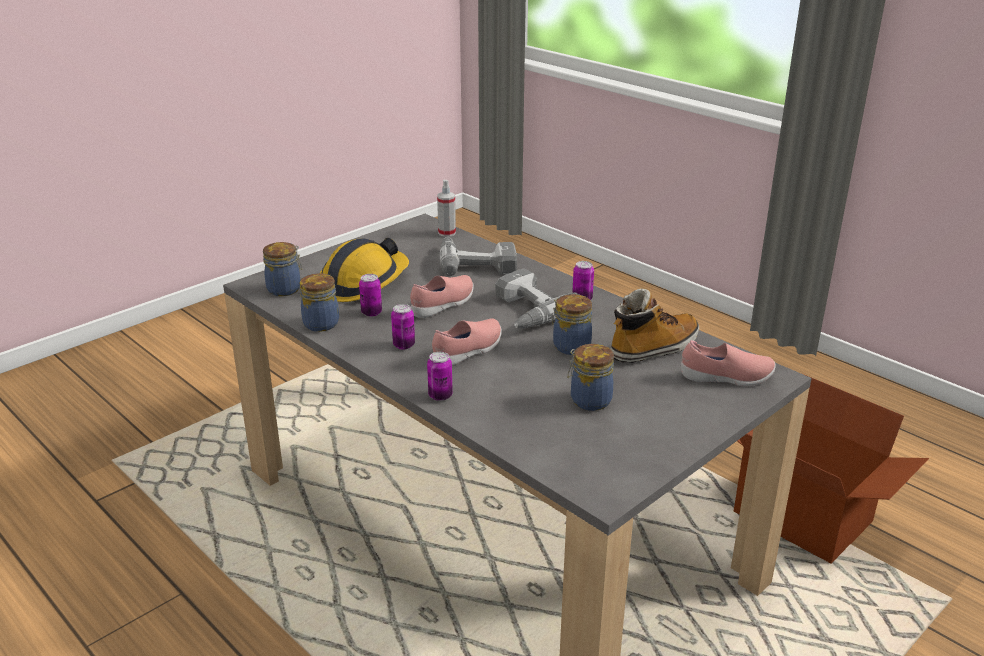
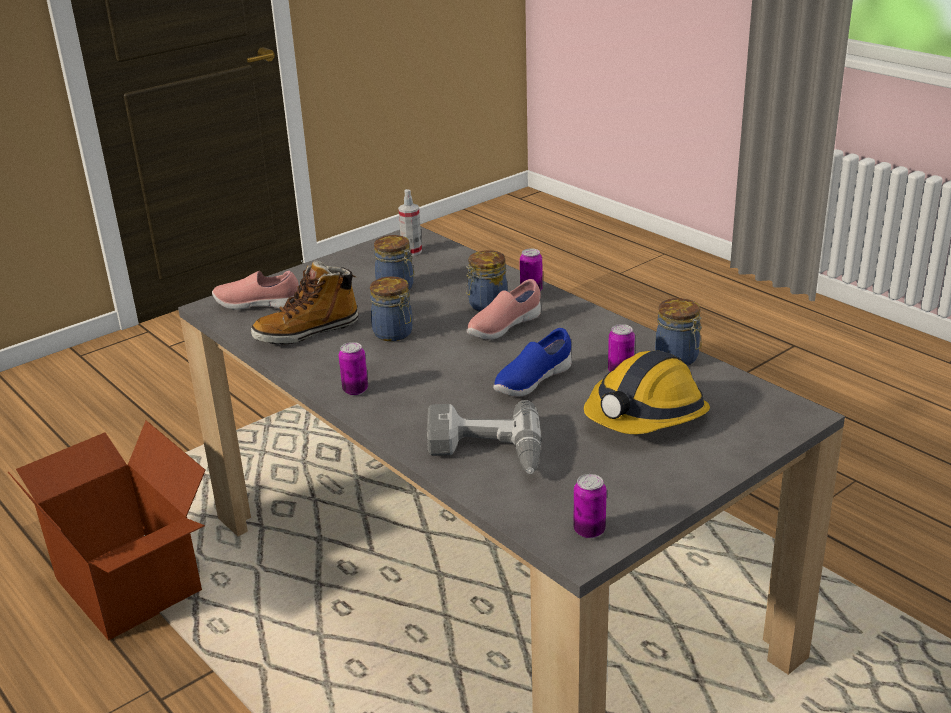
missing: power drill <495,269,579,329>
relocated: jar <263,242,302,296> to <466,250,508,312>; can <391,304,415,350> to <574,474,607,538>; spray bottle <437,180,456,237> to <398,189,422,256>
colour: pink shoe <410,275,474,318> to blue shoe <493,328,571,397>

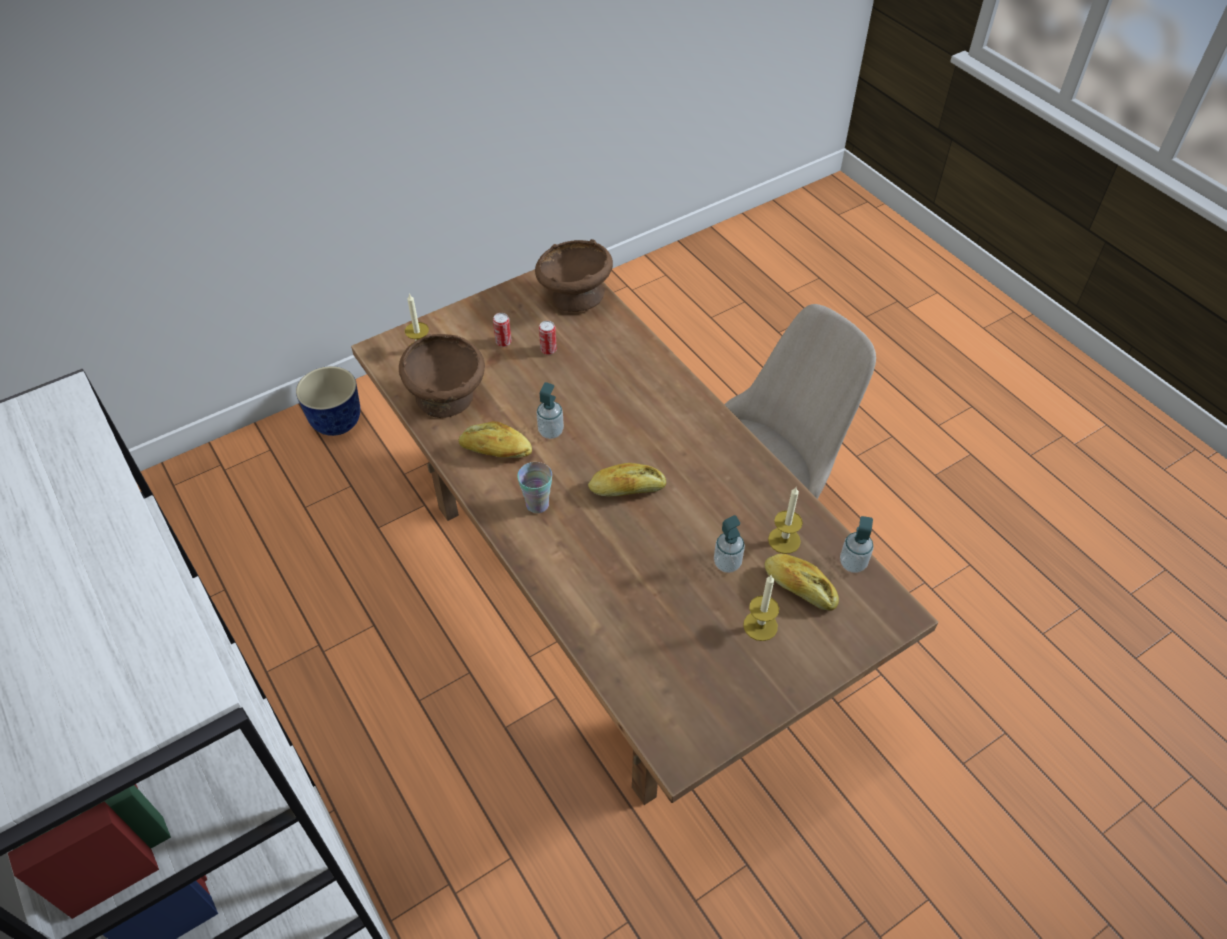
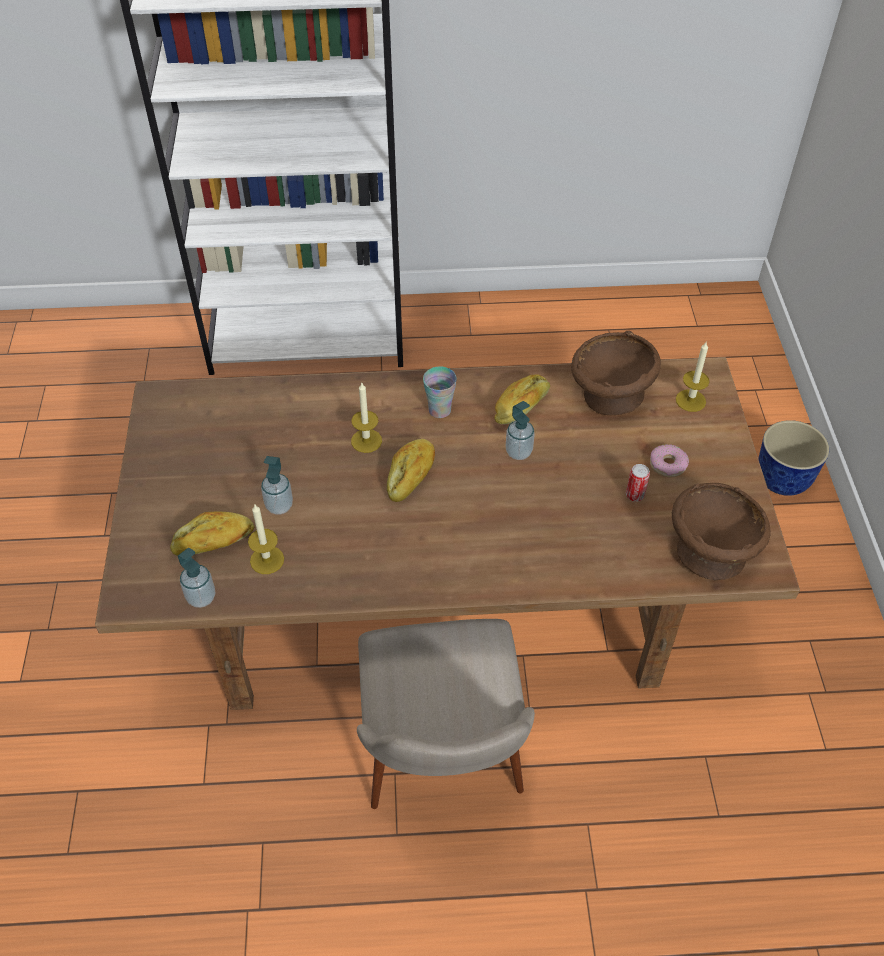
relocated: candle <743,575,779,641> to <351,383,382,453>
exchanged: can <493,313,512,347> to donut <650,444,689,477>

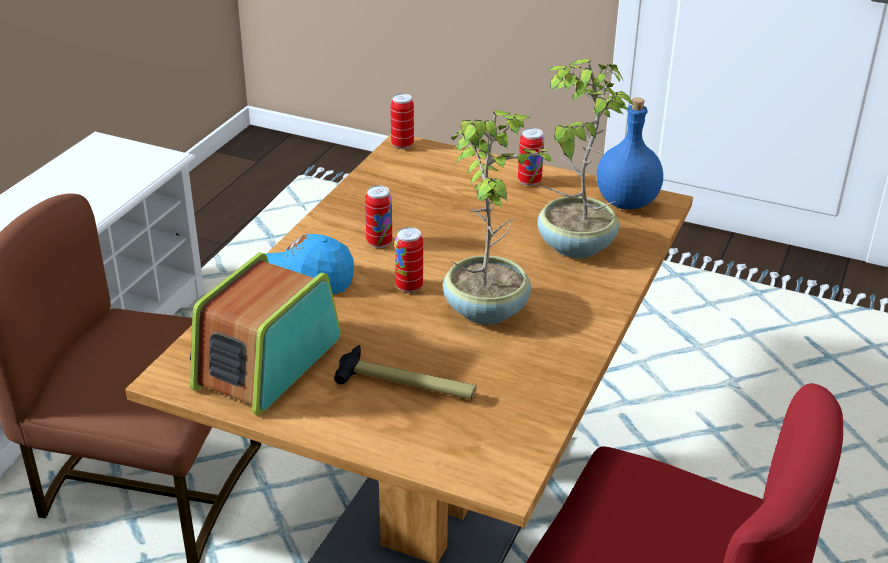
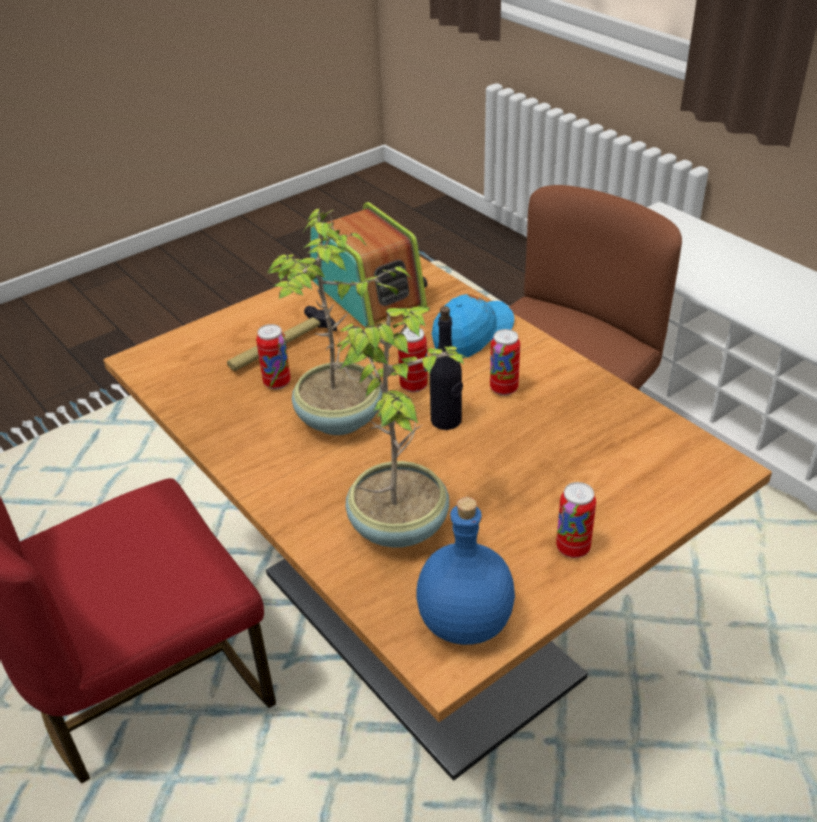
appeared: black bottle <430,306,463,430>
relocated: can <391,93,414,149> to <256,324,291,389>

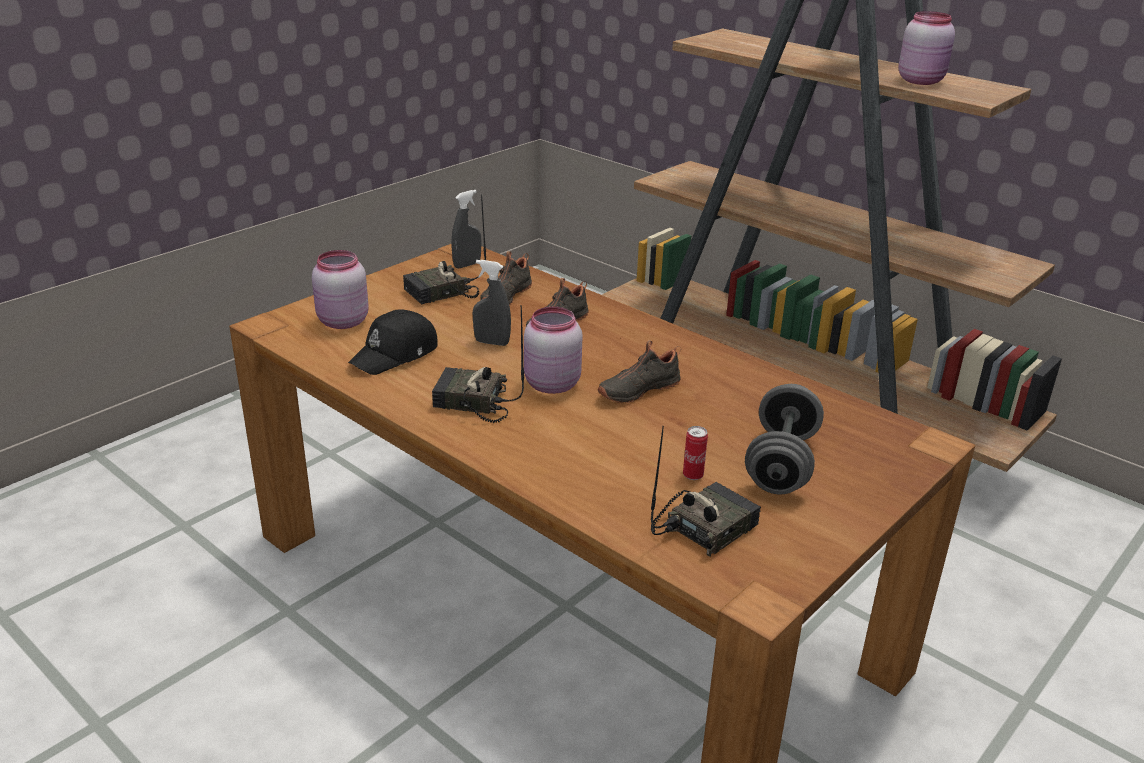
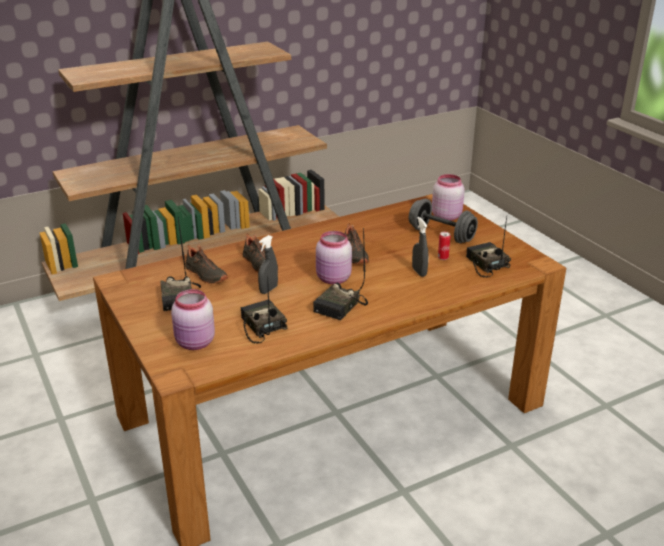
relocated: grey spray bottle <451,190,482,268> to <412,217,428,277>; pink jar <899,11,955,85> to <432,174,465,221>
exchanged: black cap <348,309,438,375> to radio <241,276,287,343>

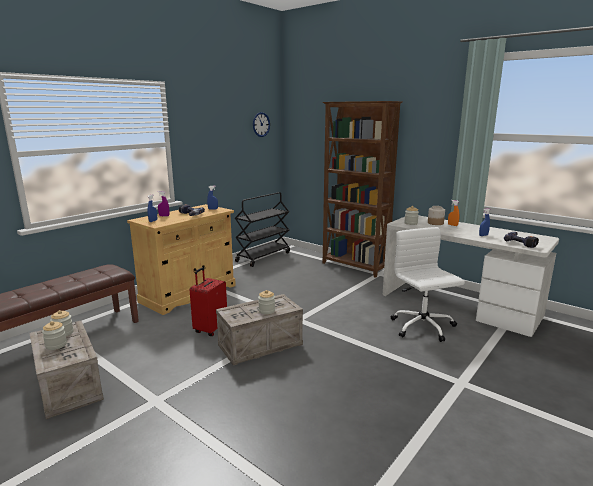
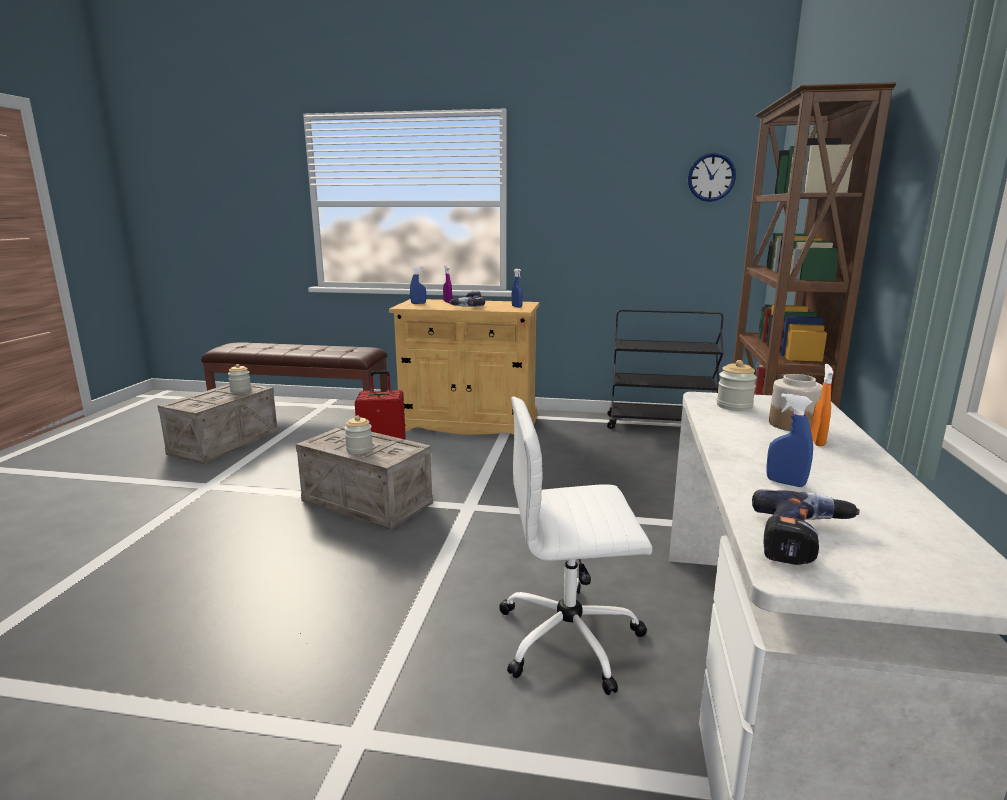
missing: jar <42,321,67,350>
spun: white office chair <391,227,465,342> = <499,396,652,695> 135 degrees counterclockwise

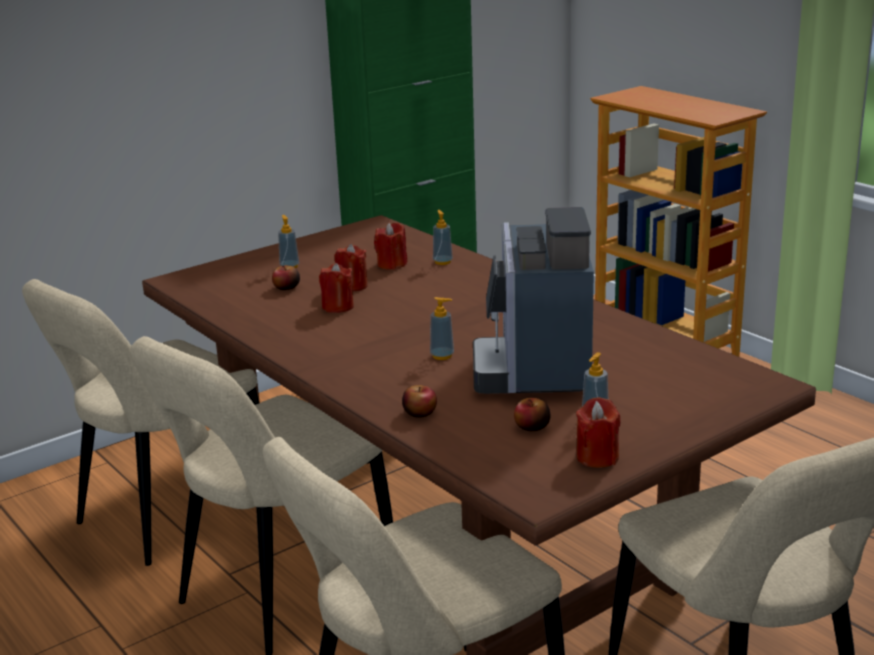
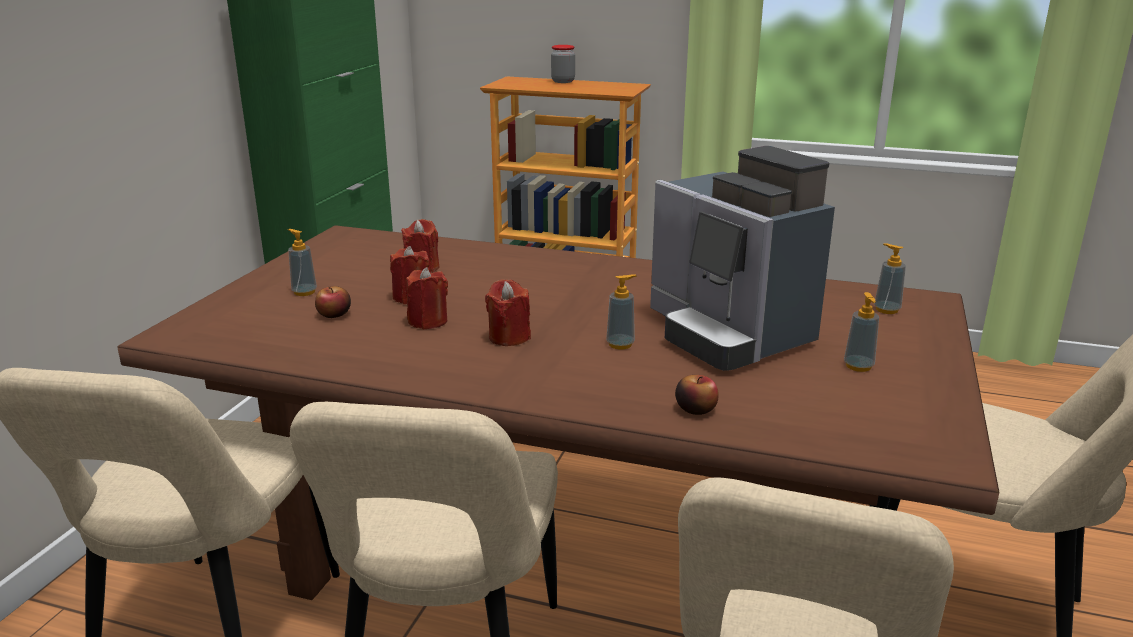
missing: apple <514,398,550,431>
appeared: jar <551,45,575,83>
relocated: soap dispenser <433,210,453,265> to <874,243,906,314>; red candle <576,397,620,468> to <485,279,531,346>

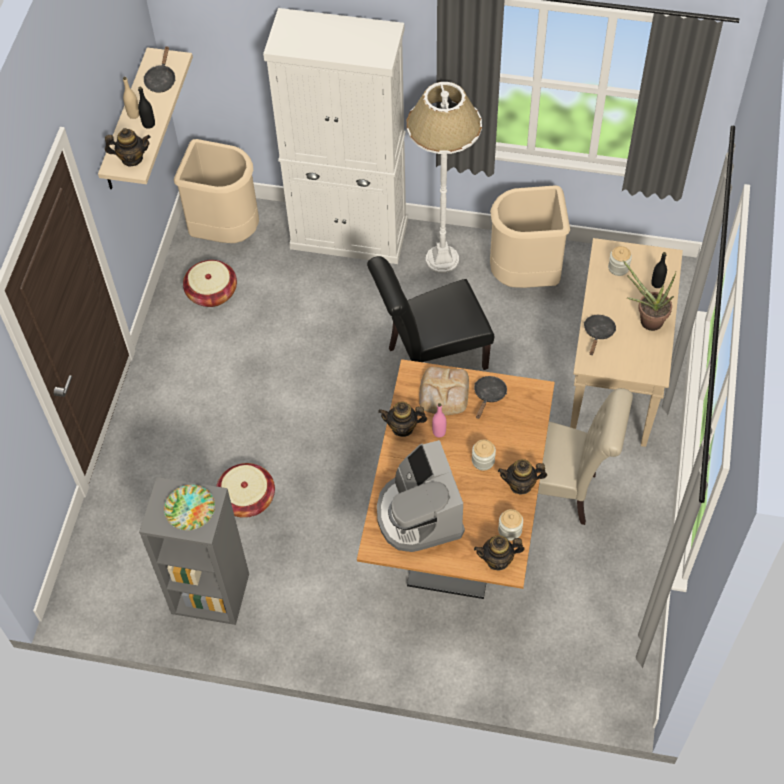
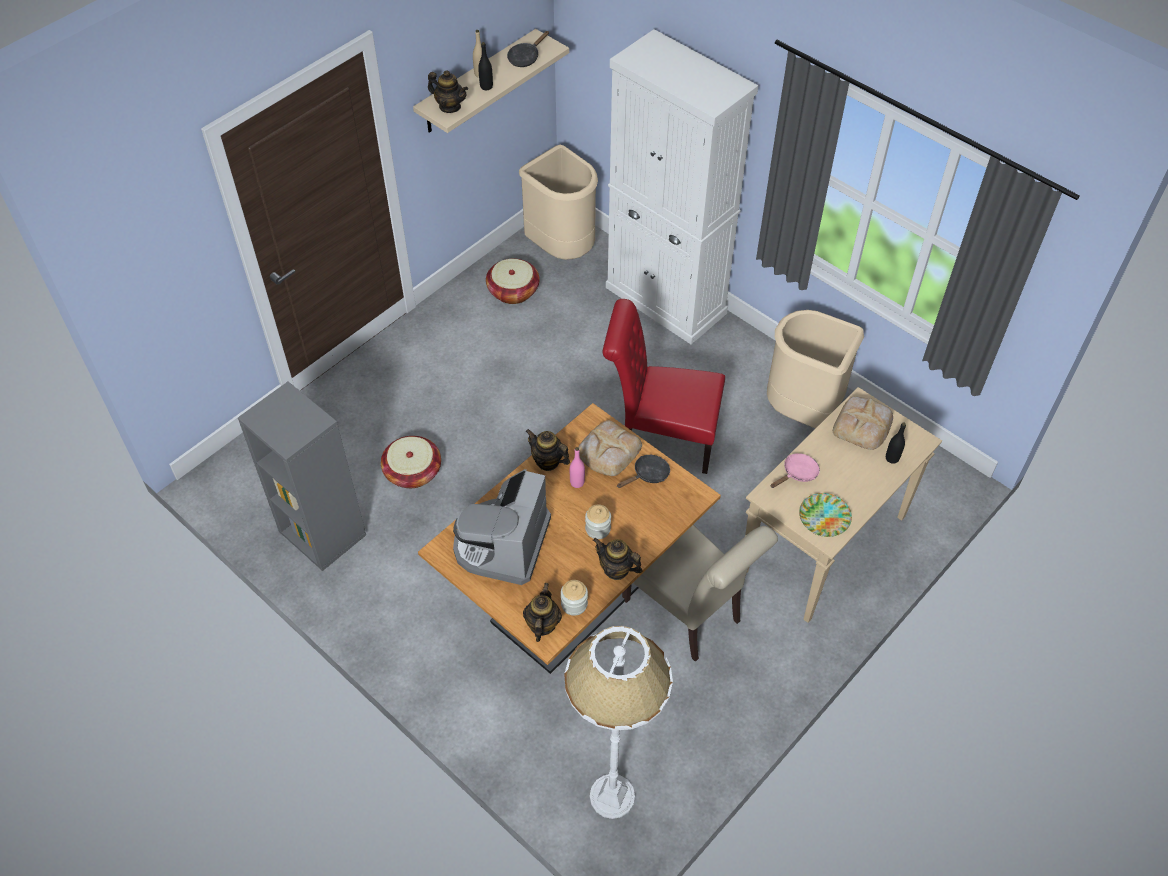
missing: potted plant <623,260,676,331>
relocated: plate <164,485,215,530> to <799,493,852,537>; white floor lamp <407,82,482,273> to <564,626,673,819>
exchanged: jar <608,246,632,276> to bread <833,396,893,450>
colour: black chair <367,256,494,370> to red chair <603,299,725,474>; black frying pan <584,315,616,355> to pink frying pan <771,453,820,488>
spun: teapot <474,535,525,571> = <523,583,562,642> 75 degrees clockwise

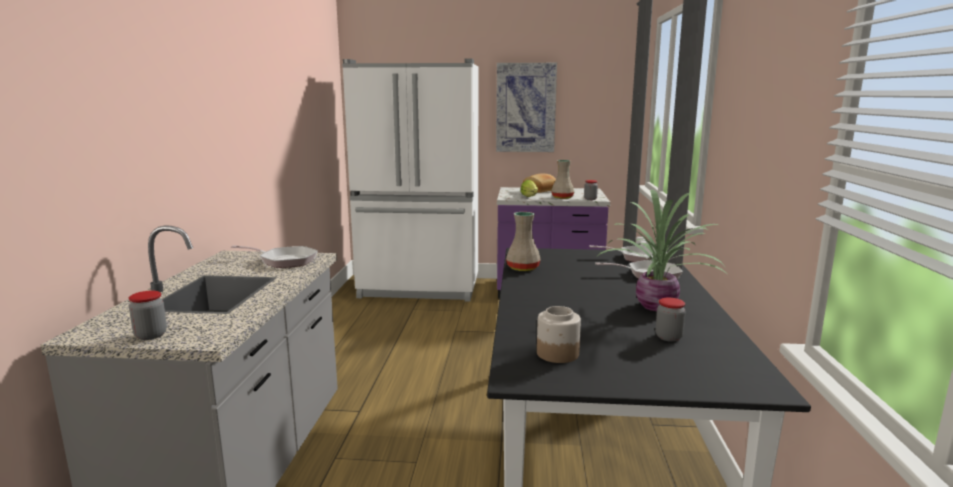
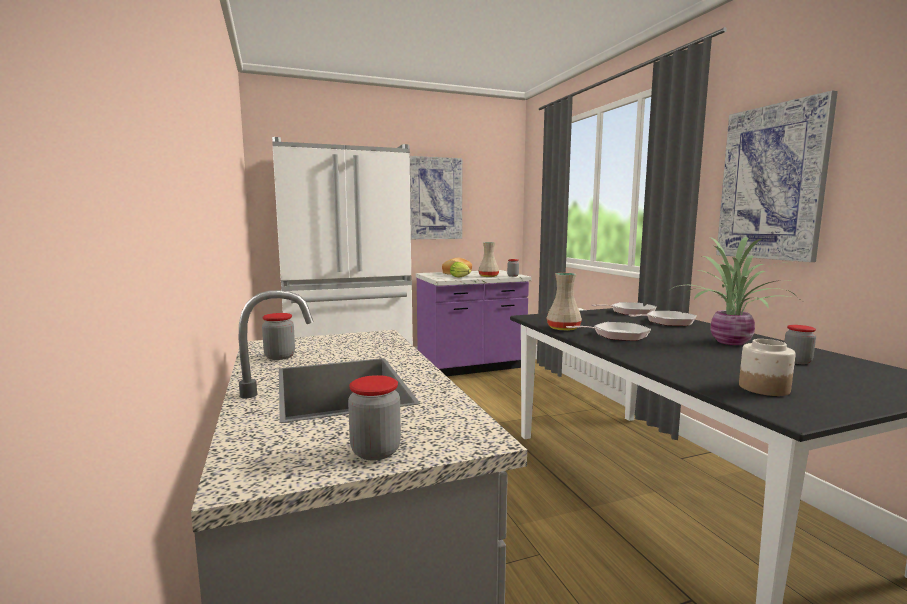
appeared: jar <262,313,295,360>; picture <716,90,838,262>
relocated: frying pan <231,245,318,268> to <566,322,651,341>

